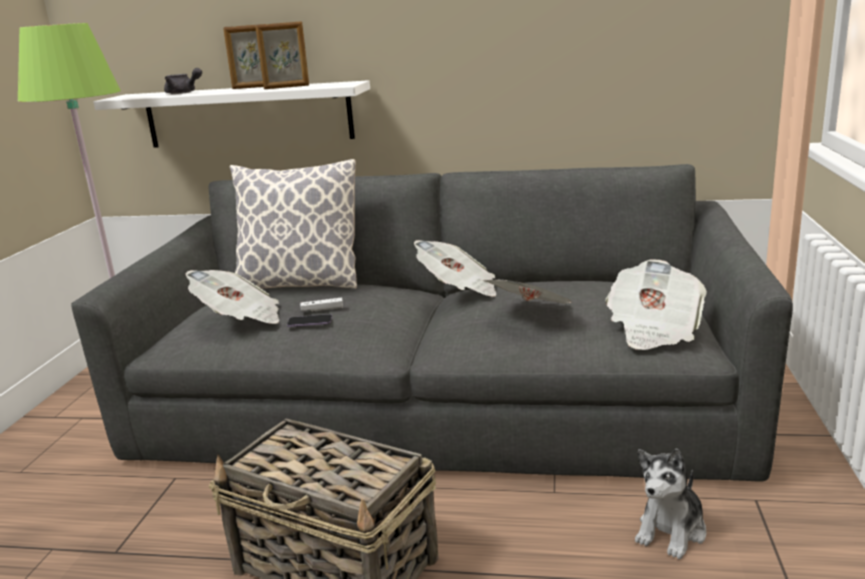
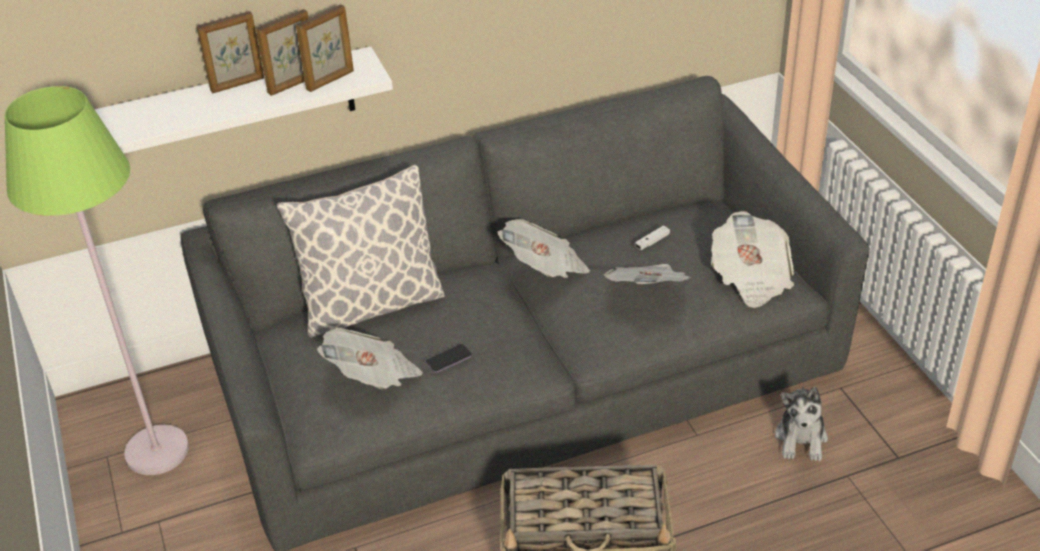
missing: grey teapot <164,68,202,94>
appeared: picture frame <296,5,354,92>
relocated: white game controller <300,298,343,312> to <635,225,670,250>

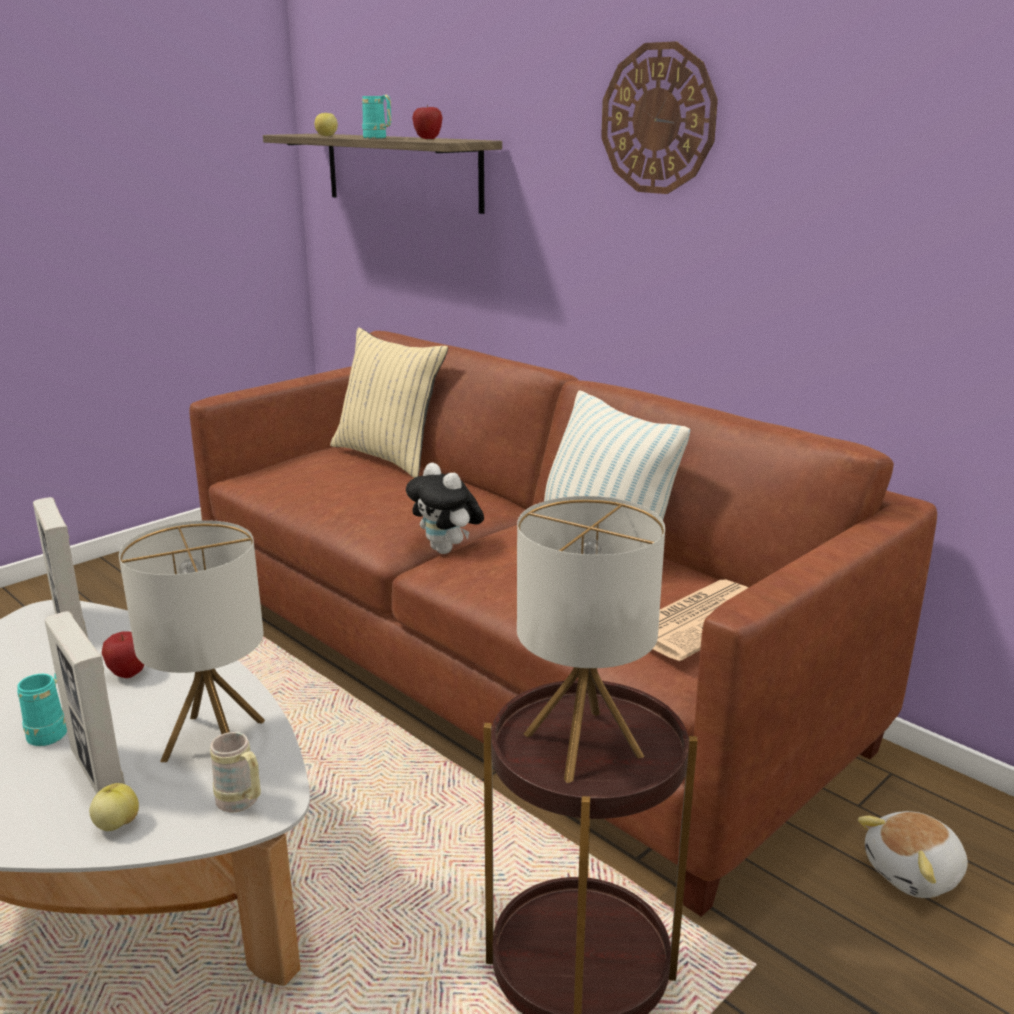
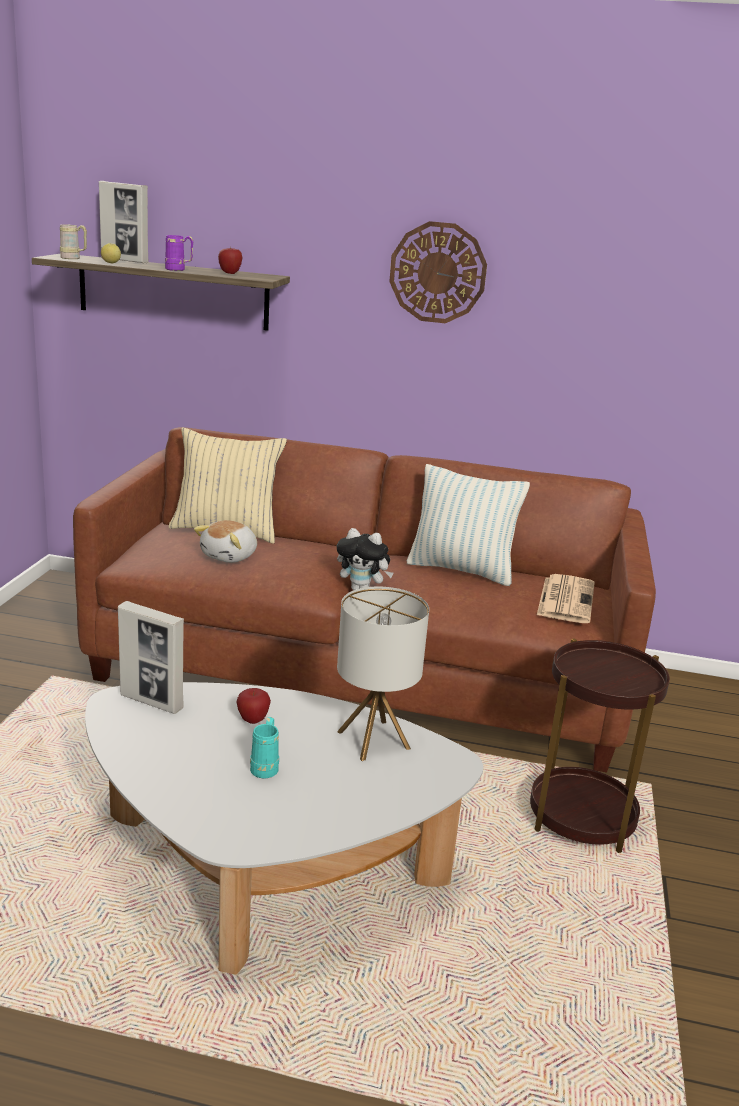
missing: apple <89,783,139,831>; table lamp <517,496,665,783>
relocated: picture frame <45,611,125,794> to <99,181,149,263>; beige mug <210,732,261,813> to <60,224,87,259>; plush toy <858,811,968,898> to <194,520,257,563>
colour: turquoise mug <362,95,391,138> to purple mug <165,235,193,271>

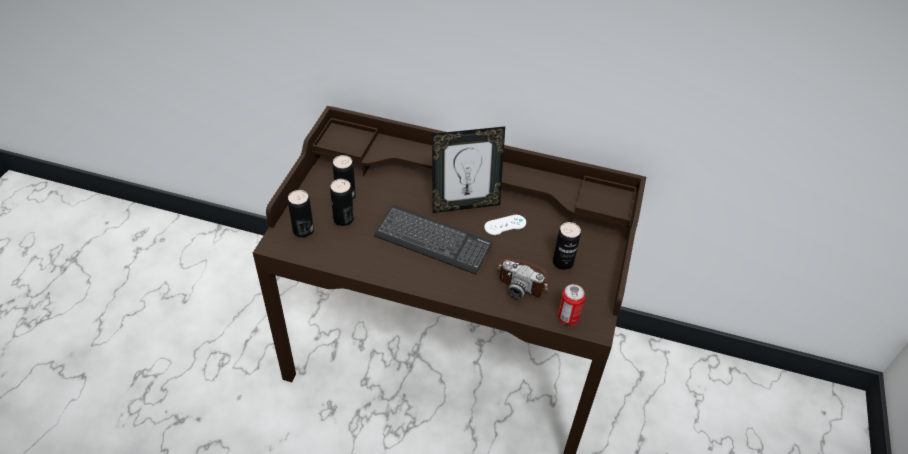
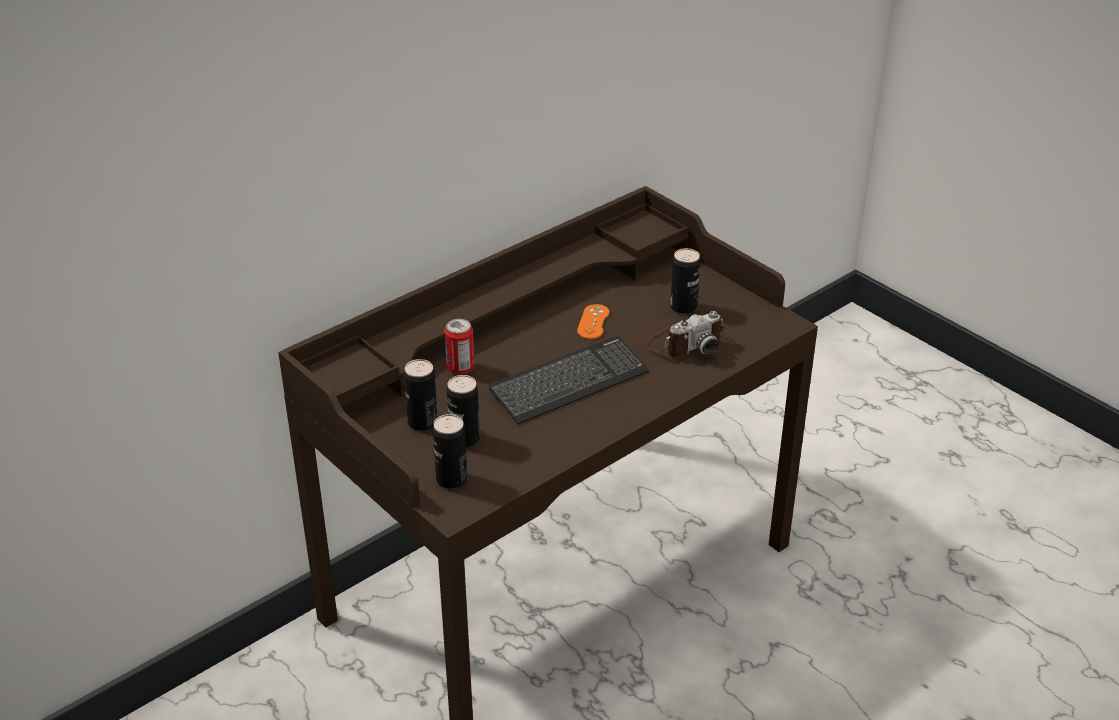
missing: picture frame <432,126,505,213>
relocated: can <558,284,585,325> to <445,319,475,374>
colour: white game controller <484,215,526,235> to orange game controller <577,304,609,339>

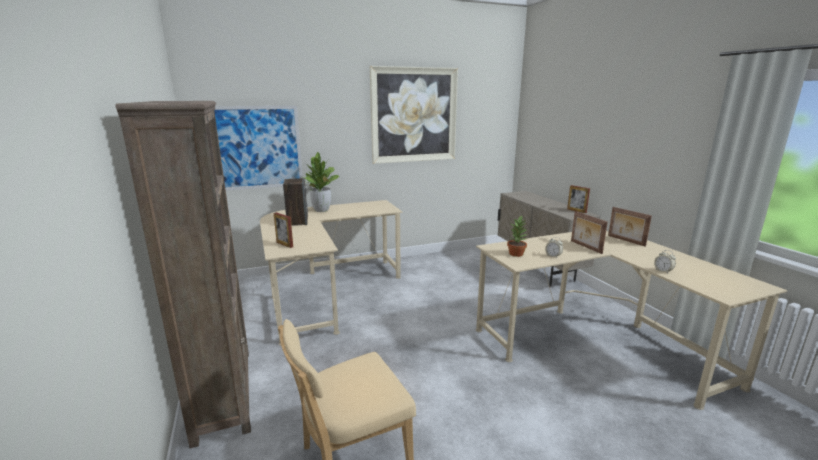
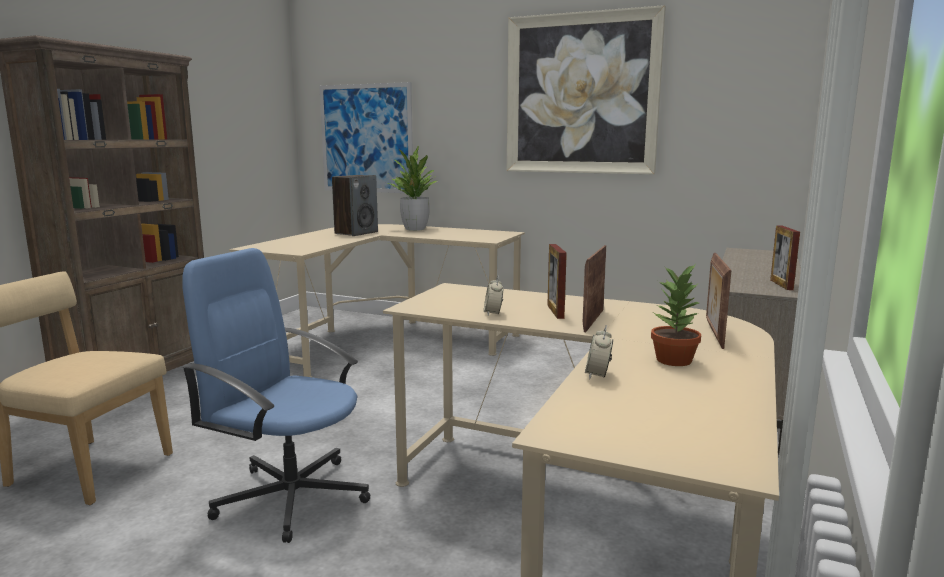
appeared: blue office chair <181,248,370,543>
relocated: picture frame <274,212,293,248> to <547,244,567,319>; potted plant <507,216,528,257> to <651,264,701,366>

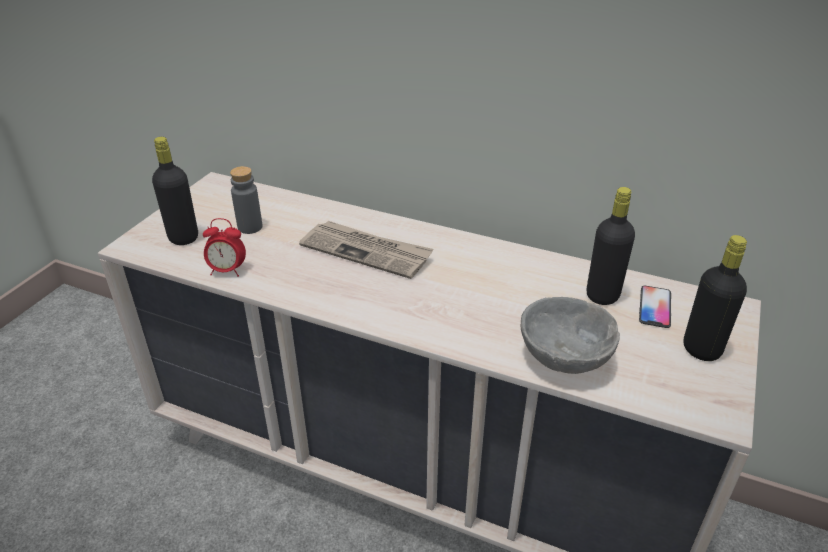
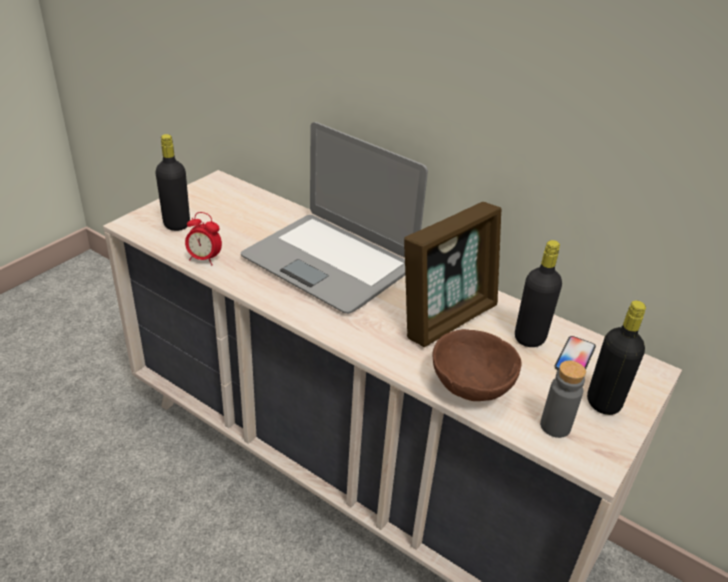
appeared: picture frame <404,202,501,347>
relocated: grey bottle <230,166,262,234> to <540,360,586,438>
exchanged: newspaper <299,221,434,279> to laptop <241,122,428,314>
colour: grey bowl <521,297,620,374> to brown bowl <432,329,522,401>

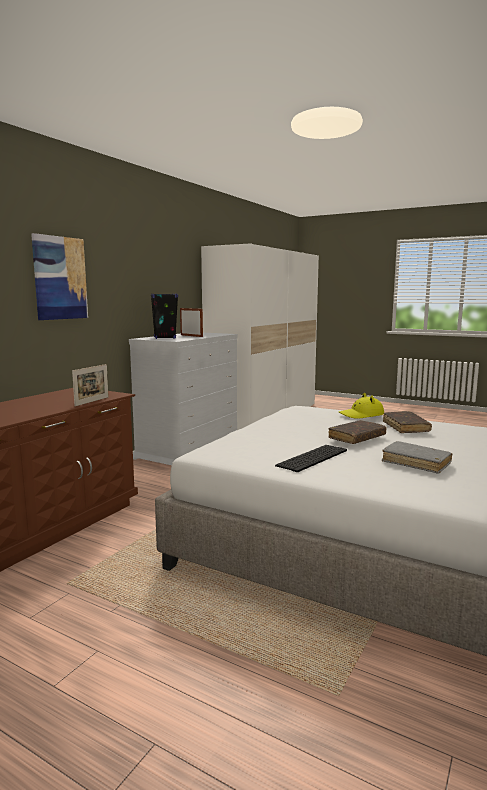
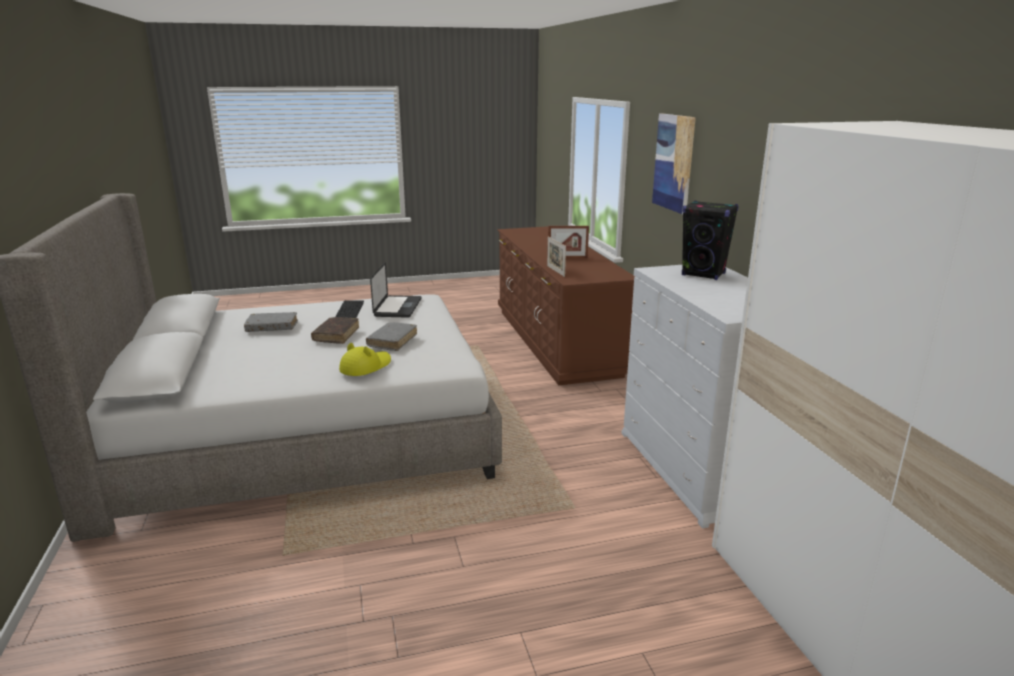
missing: brown book <383,411,432,433>
appeared: grey book <366,322,417,351>; laptop <370,262,421,318>
relocated: picture frame <180,308,203,337> to <548,226,589,258>

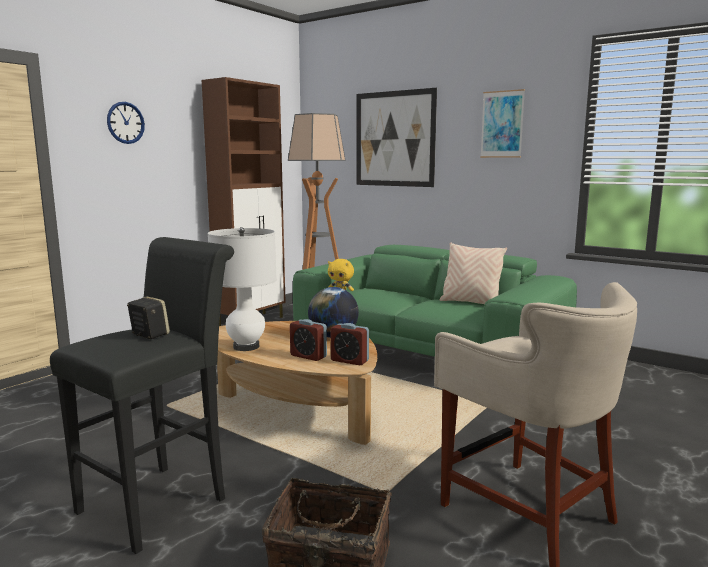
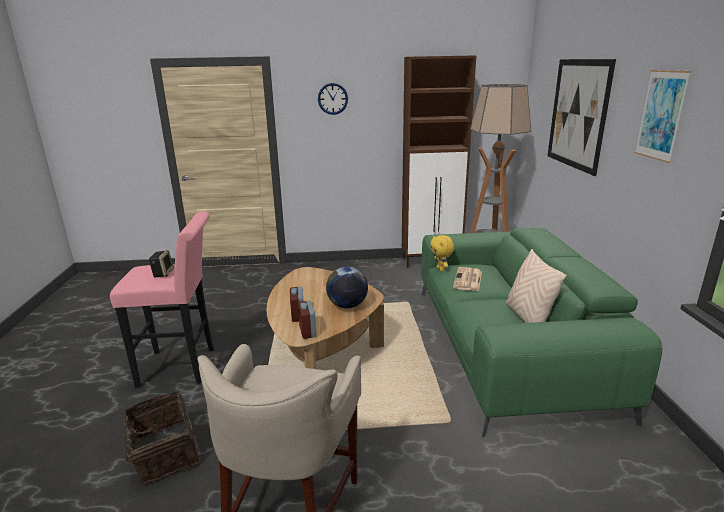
missing: white table lamp <208,227,277,351>
appeared: newspaper <453,267,482,291>
colour: black stool <50,237,234,554> to pink stool <110,212,214,388>

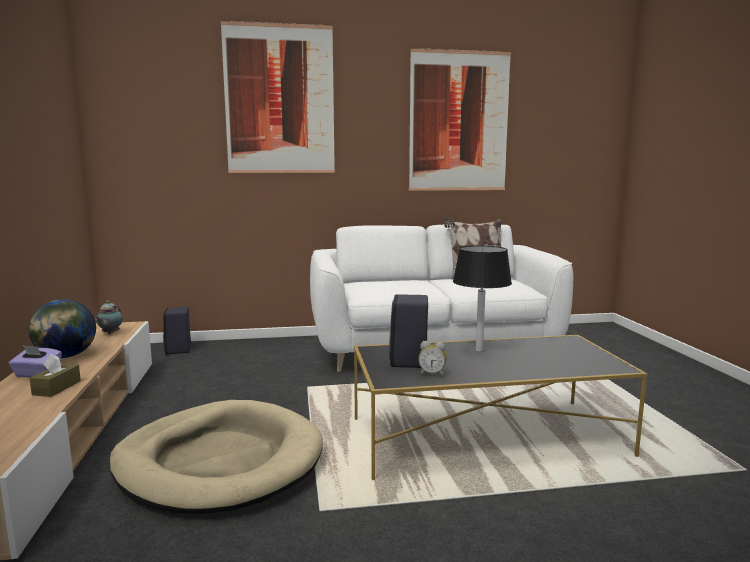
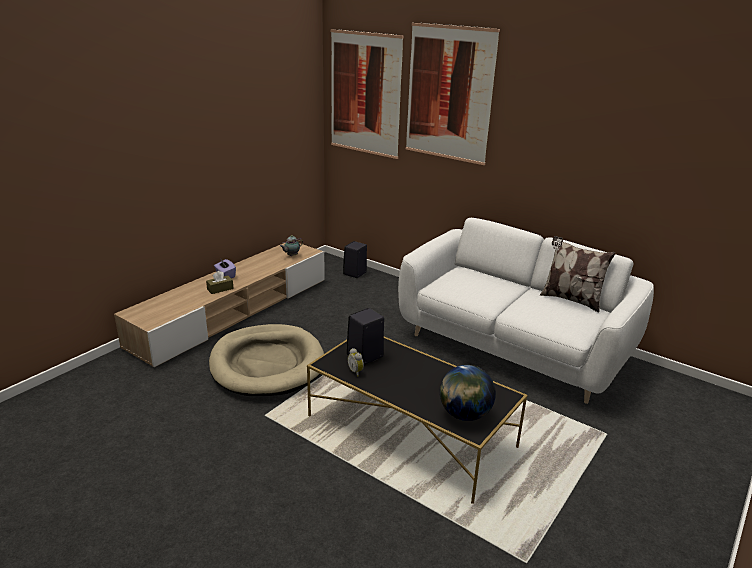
missing: black table lamp <453,246,512,352>
relocated: globe <29,299,96,358> to <440,365,496,421>; picture <409,48,511,191> to <331,29,404,159>

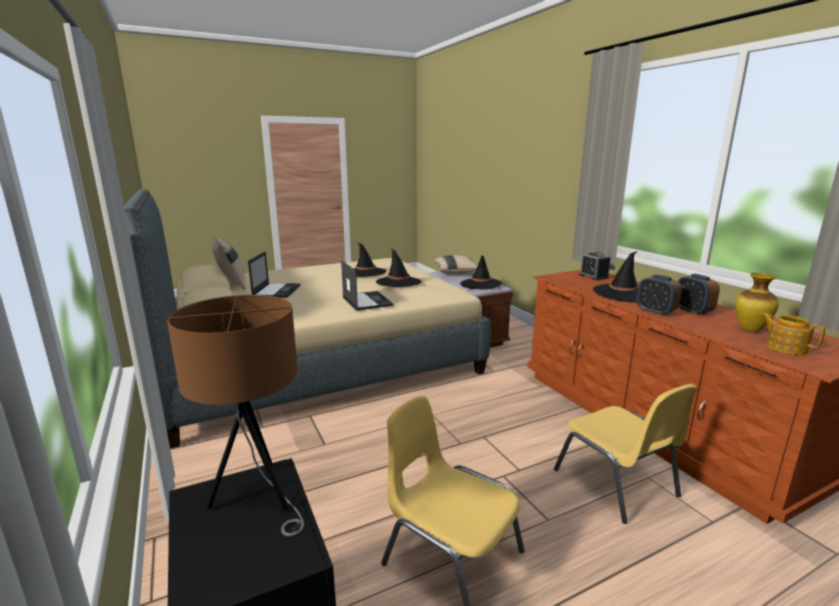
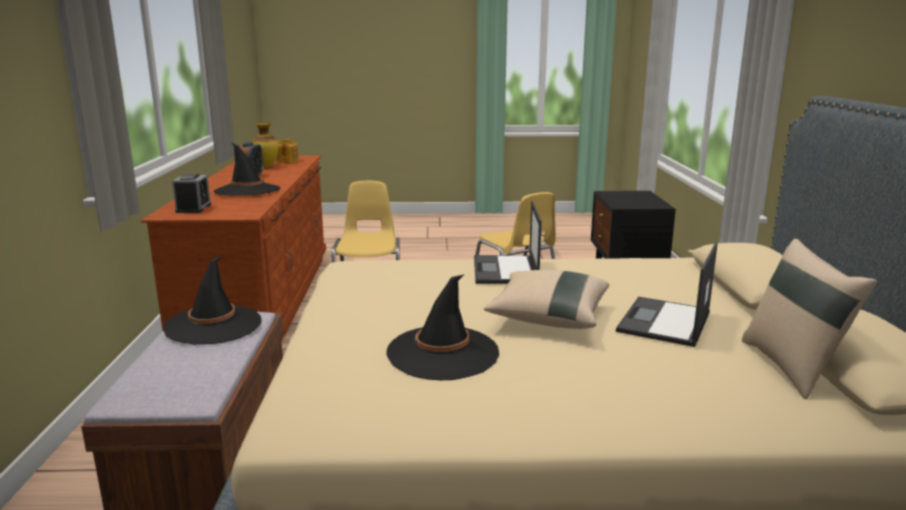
missing: brown table lamp <167,295,304,536>; black hat <376,249,421,287>; alarm clock <637,274,682,316>
relocated: beige pillow <434,255,478,274> to <484,270,609,329>

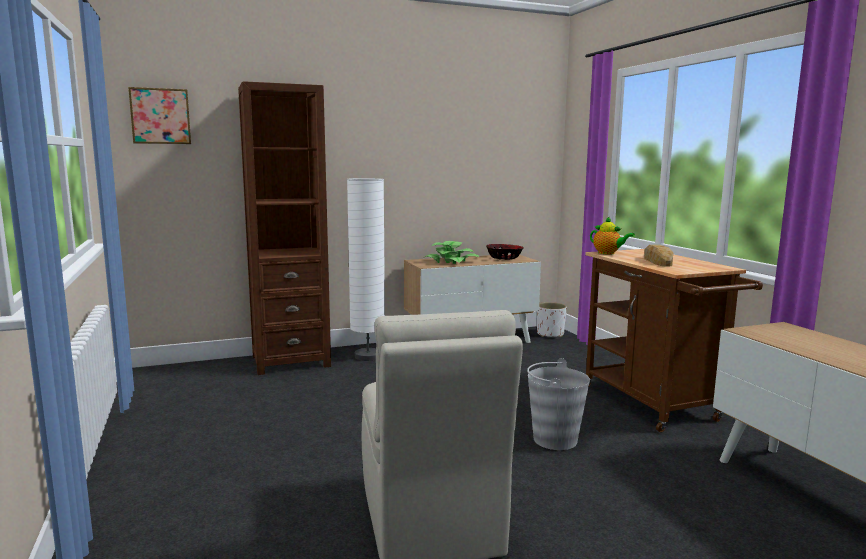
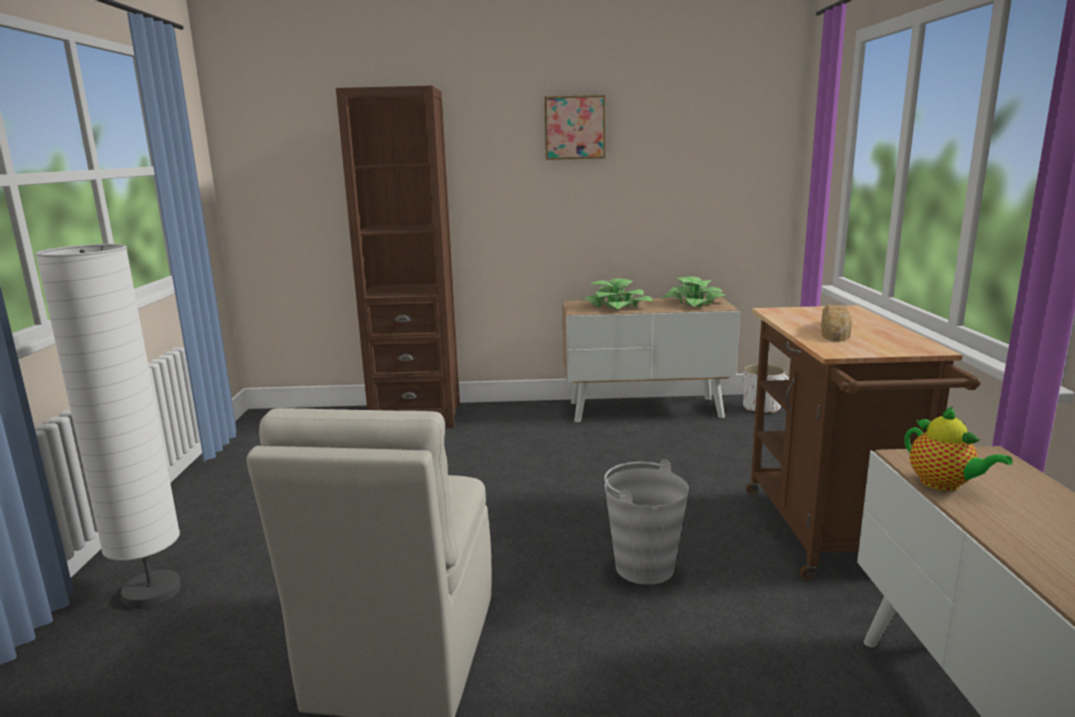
relocated: picture <128,87,191,144> to <544,95,606,160>; white floor lamp <347,178,385,361> to <35,244,181,609>; teapot <590,216,635,255> to <904,406,1013,491>
exchanged: bowl <486,244,524,260> to potted plant <662,277,727,307>

